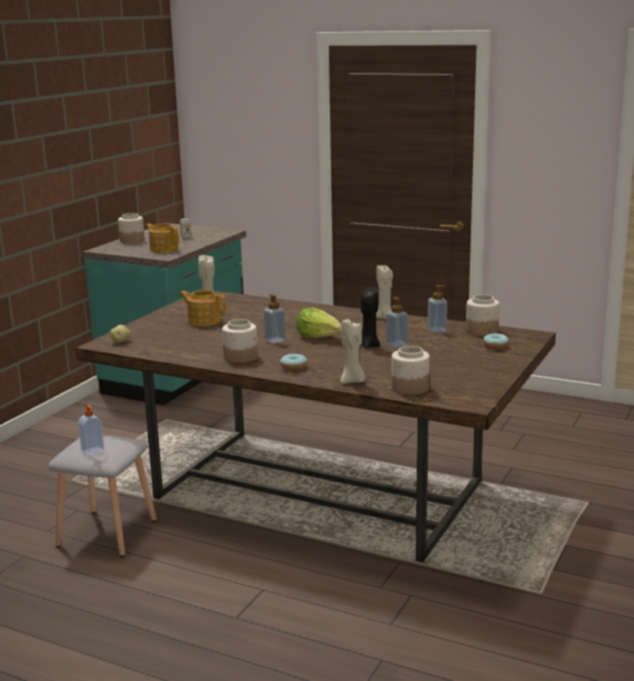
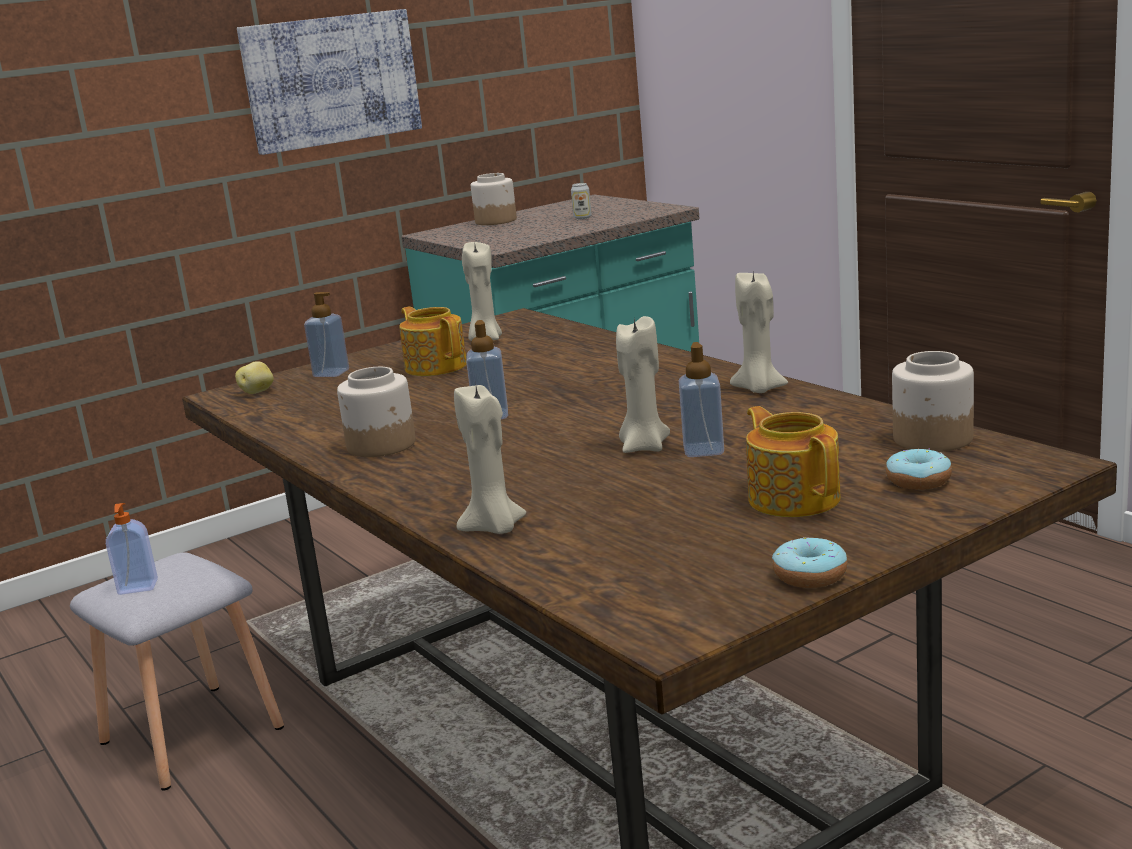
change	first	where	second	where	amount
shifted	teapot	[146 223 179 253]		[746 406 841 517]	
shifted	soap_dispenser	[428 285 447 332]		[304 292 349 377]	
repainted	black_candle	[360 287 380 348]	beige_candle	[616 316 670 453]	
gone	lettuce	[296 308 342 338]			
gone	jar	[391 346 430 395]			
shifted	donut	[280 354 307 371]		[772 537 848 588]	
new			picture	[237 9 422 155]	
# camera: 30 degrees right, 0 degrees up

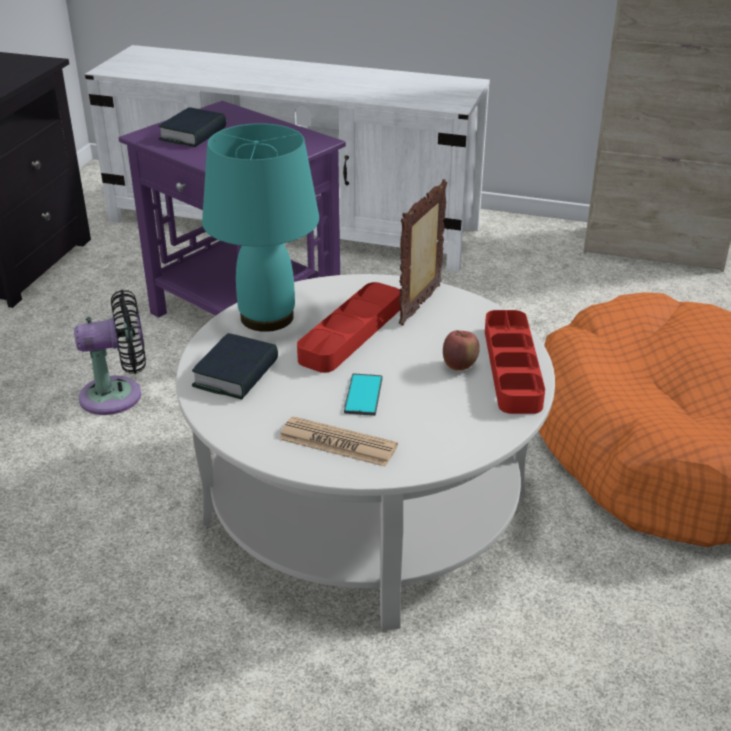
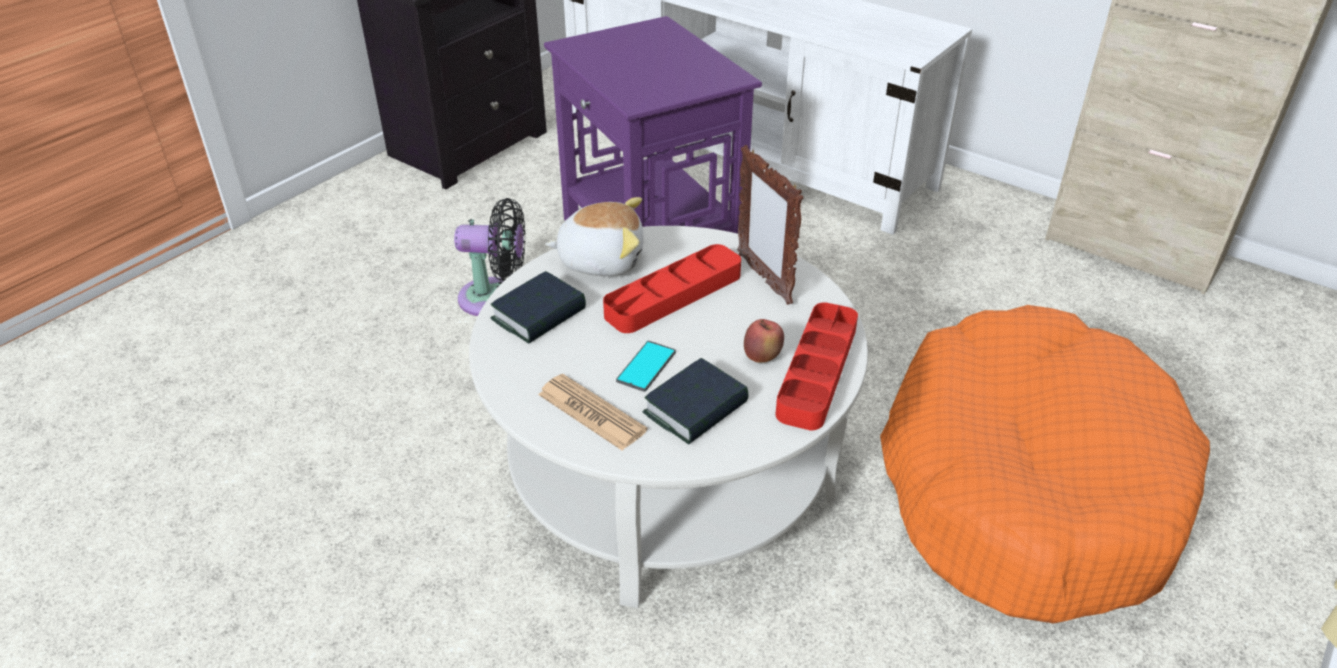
change	first	where	second	where	amount
shifted	book	[159 107 226 147]		[643 358 748 445]	
swapped	turquoise_table_lamp	[202 123 319 332]	plush_toy	[545 197 644 276]	
rotated	picture_frame	[399 179 447 326]		[737 145 804 305]	75 degrees counterclockwise
# camera: 20 degrees right, 5 degrees up

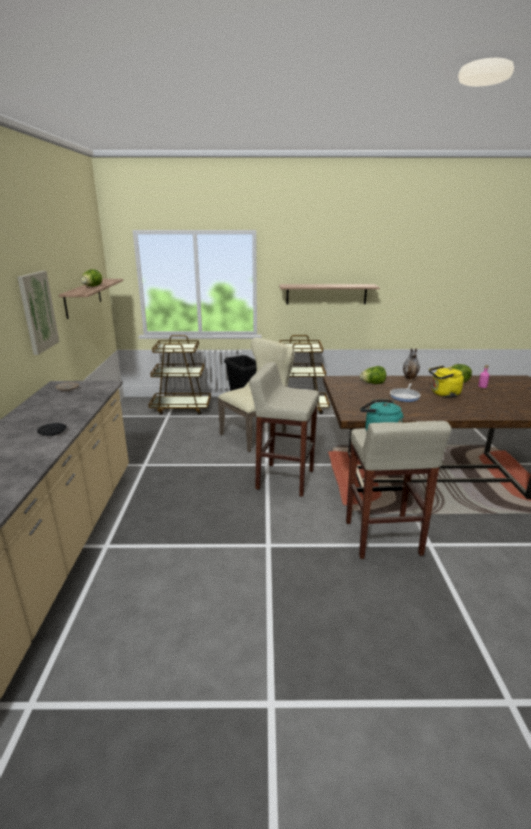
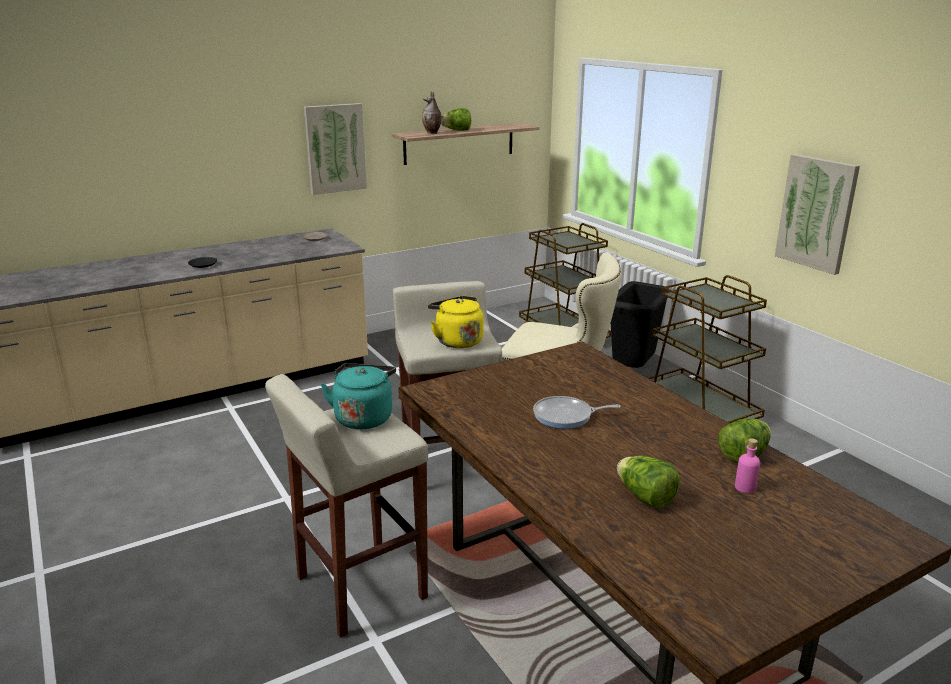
change	first	where	second	where	amount
swapped	shelf	[279 284 380 304]	picture	[775 154 860 275]	
shifted	vase	[403 348 420 380]		[422 91 442 134]	
shifted	yellow_kettle	[429 365 464 397]		[428 296 483 348]	
shifted	lettuce	[360 366 386 384]		[617 456 680 509]	
# camera: 60 degrees right, 0 degrees up

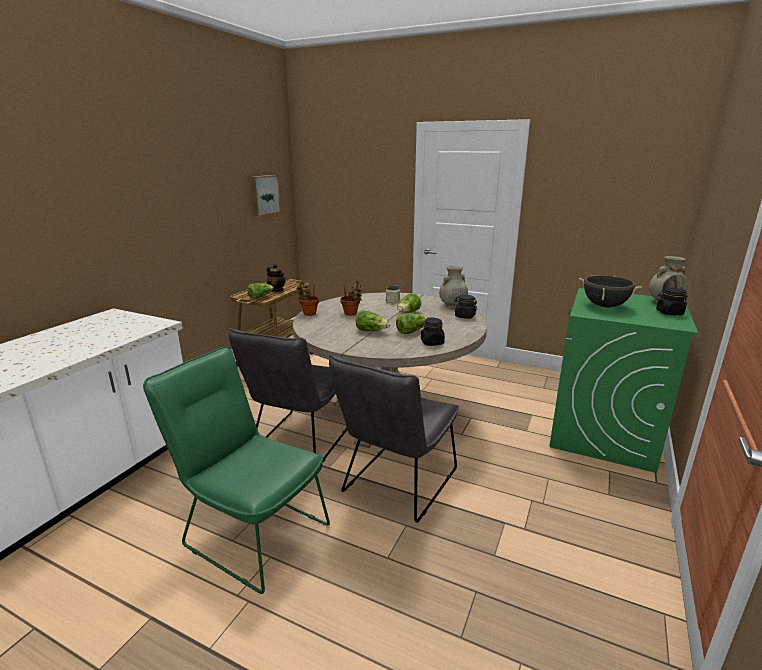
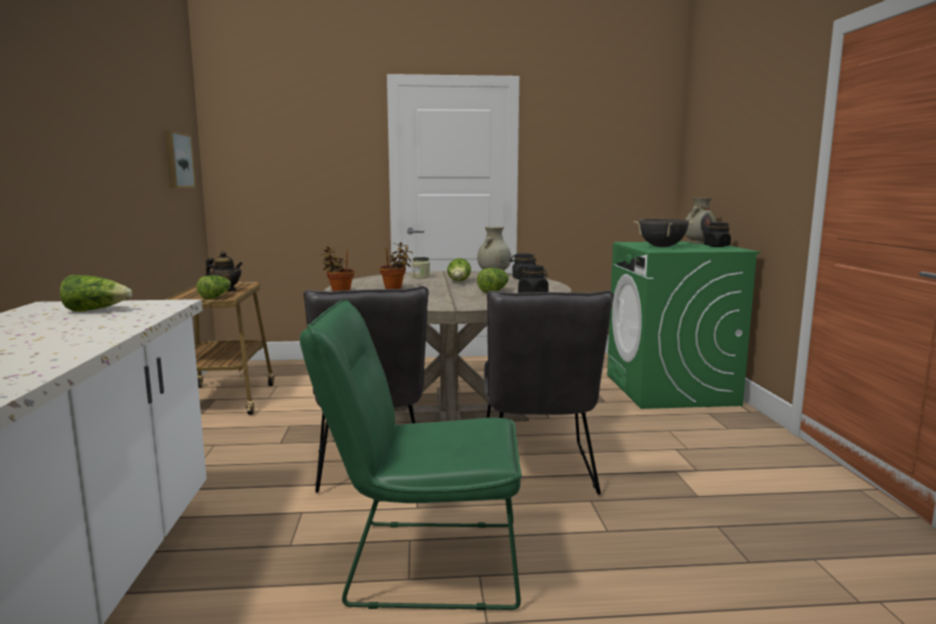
change	first	where	second	where	amount
shifted	lettuce	[356 310 390 331]		[60 275 132 312]	
# camera: 30 degrees left, 10 degrees down

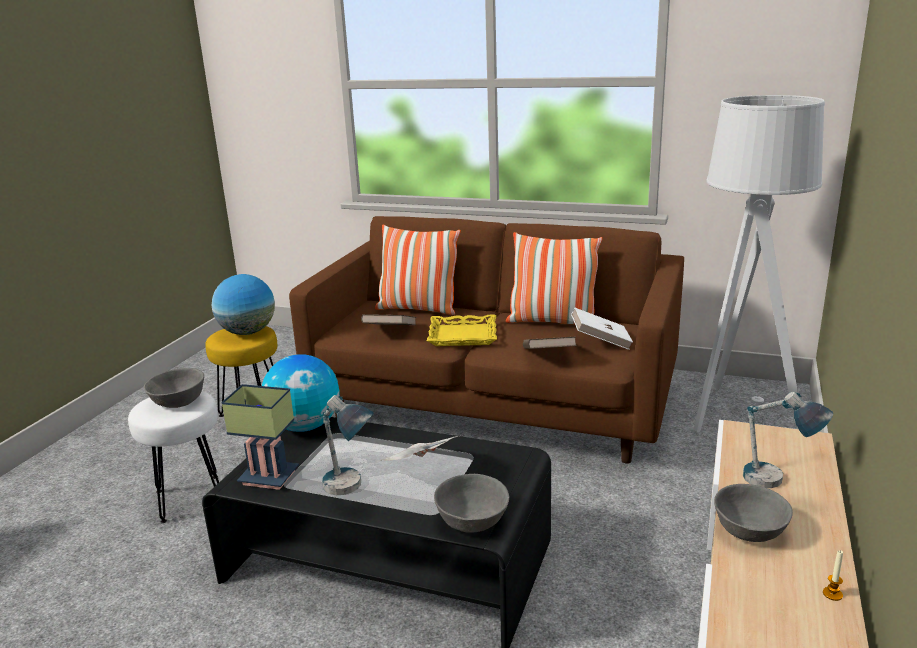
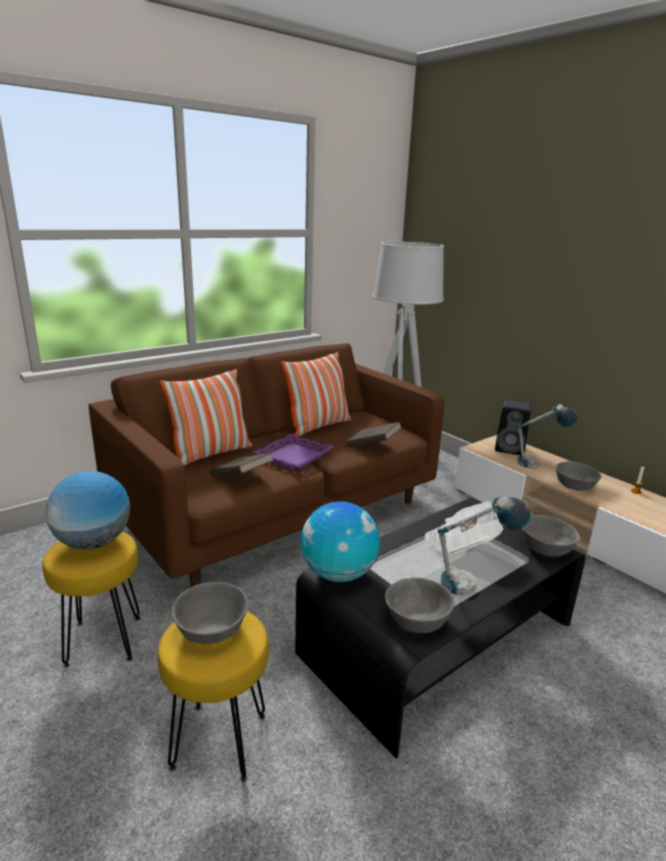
change	first	where	second	where	amount
gone	white_book	[571 308 633 350]			
repainted	yellow_tray	[427 315 497 346]	purple_tray	[253 433 333 471]	
swapped	table_lamp	[221 384 299 490]	grey_bowl	[385 578 455 633]	
repainted	white_stool	[128 391 219 523]	yellow_stool	[158 611 269 782]	
new			black_speaker	[495 400 531 455]	
# camera: 60 degrees left, 0 degrees up

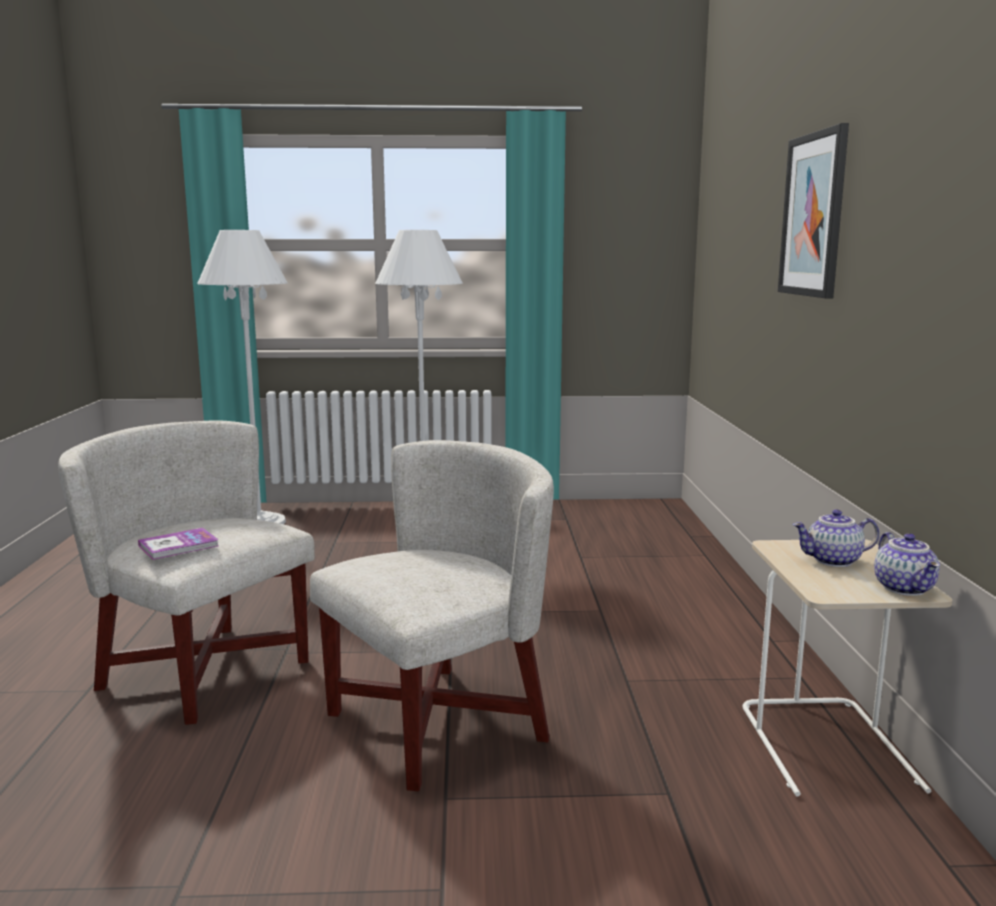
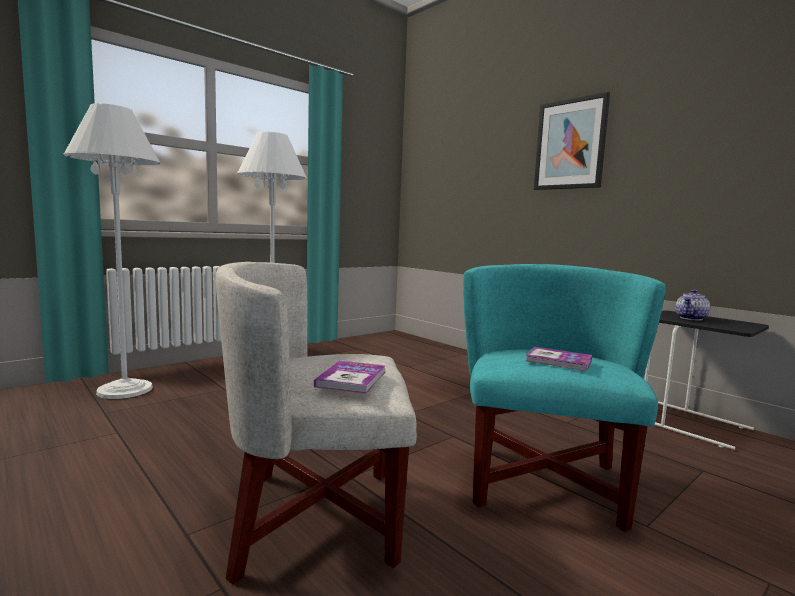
change	first	where	second	where	amount
repainted	white_armchair	[310 440 554 791]	turquoise_armchair	[463 264 666 532]	
gone	teapot	[874 532 940 596]			
repainted	beige_side_table	[742 539 952 797]	black_side_table	[644 311 769 450]	
new			book	[526 347 592 371]	
# camera: 40 degrees left, 5 degrees down

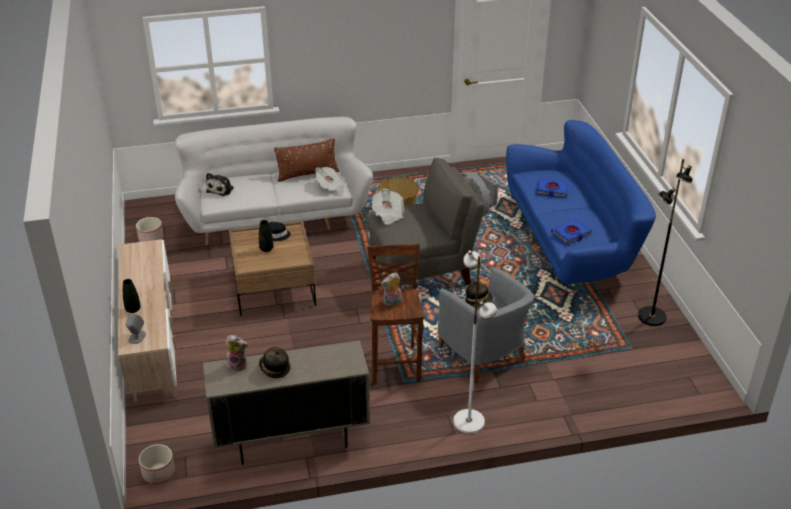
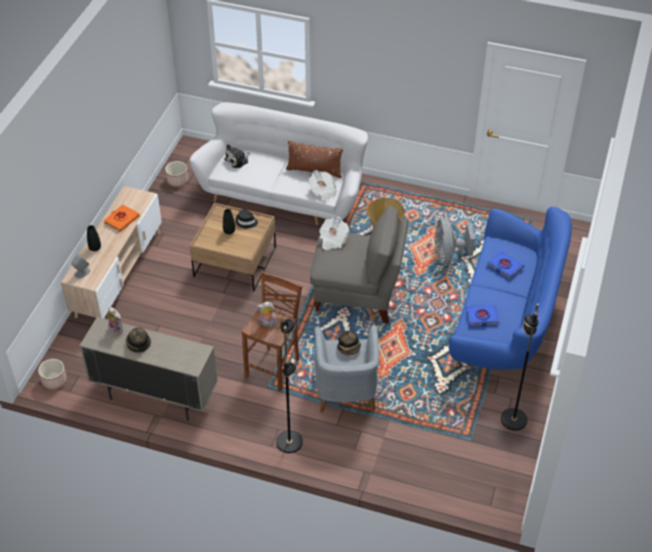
change	first	where	second	where	amount
repainted	white_floor_lamp	[453 250 497 434]	black_floor_lamp	[276 319 303 453]	
new			orange_book	[104 205 140 232]	
# camera: 30 degrees right, 10 degrees up

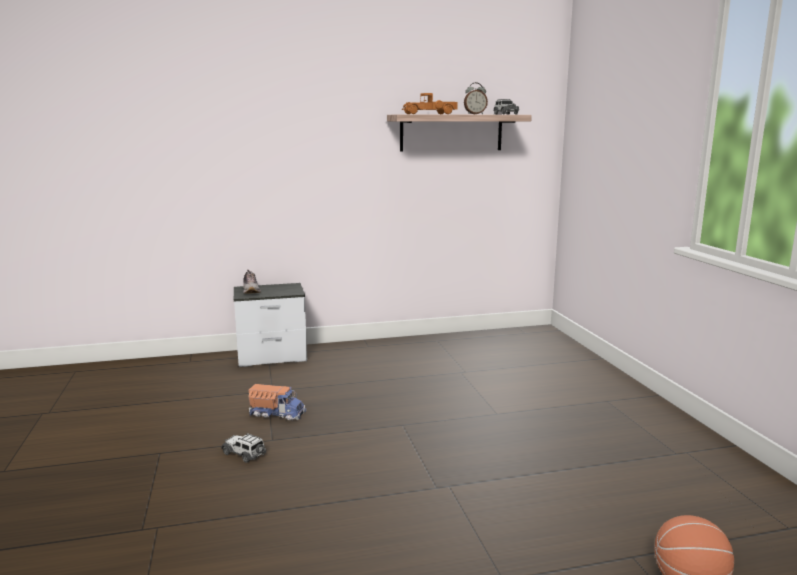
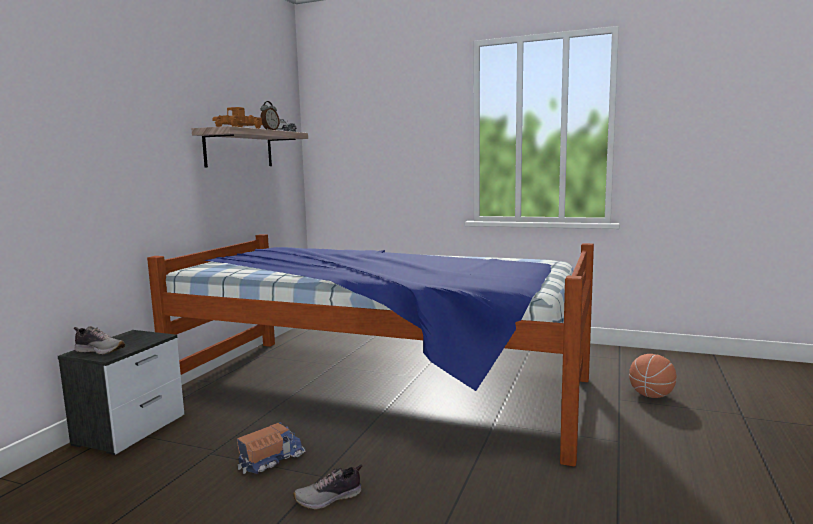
change	first	where	second	where	amount
swapped	toy_car	[221 433 266 463]	shoe	[293 465 362 510]	
new			bed	[147 234 594 467]	
# camera: 55 degrees left, 5 degrees down

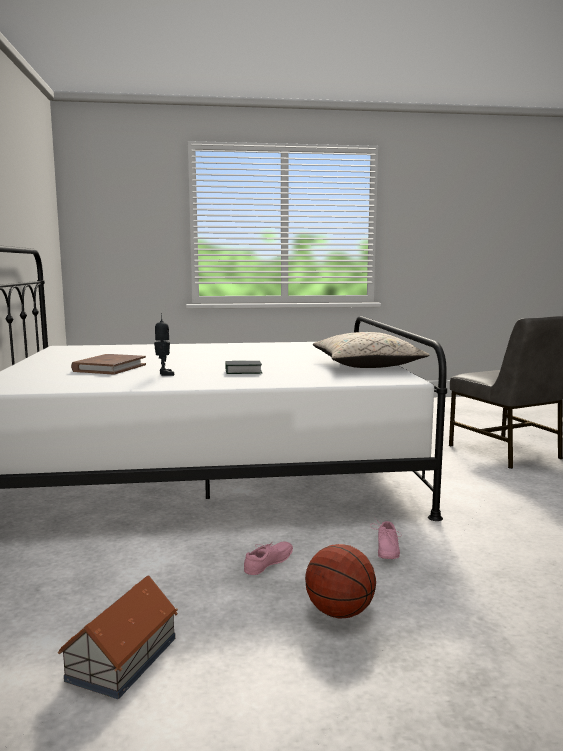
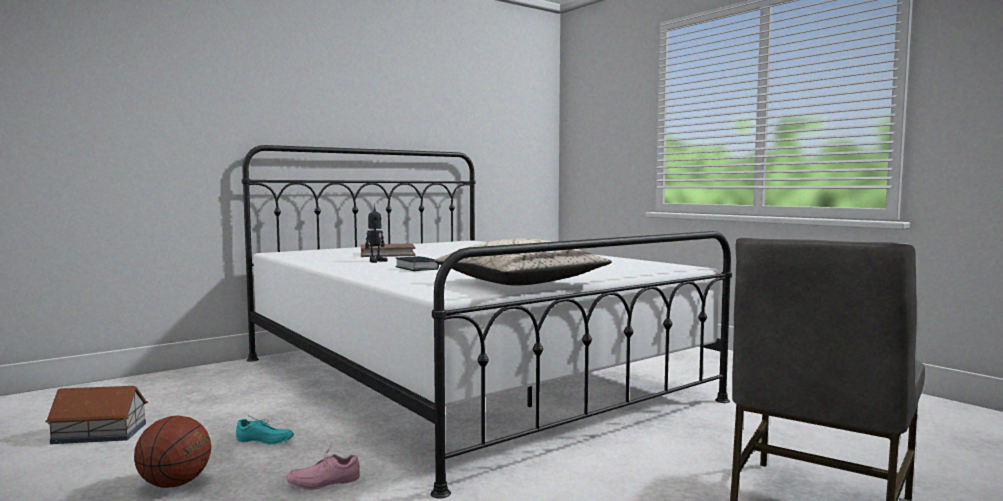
change	first	where	second	where	amount
repainted	pink_shoe	[244 541 293 575]	turquoise_shoe	[236 415 294 445]	
# camera: 60 degrees right, 5 degrees down

